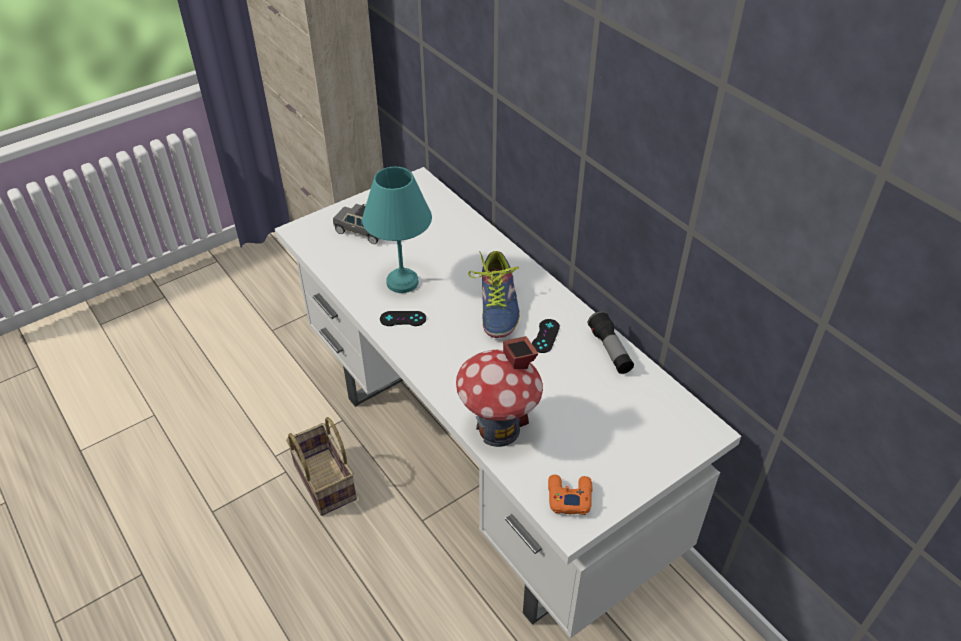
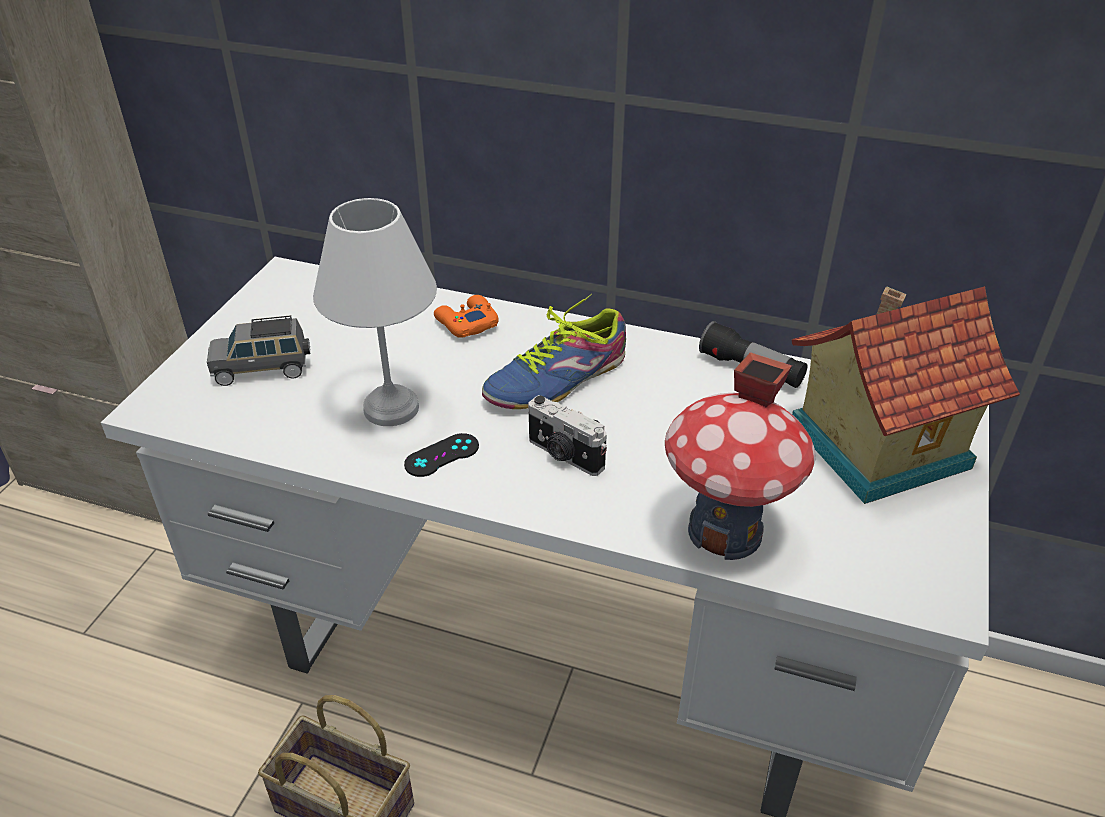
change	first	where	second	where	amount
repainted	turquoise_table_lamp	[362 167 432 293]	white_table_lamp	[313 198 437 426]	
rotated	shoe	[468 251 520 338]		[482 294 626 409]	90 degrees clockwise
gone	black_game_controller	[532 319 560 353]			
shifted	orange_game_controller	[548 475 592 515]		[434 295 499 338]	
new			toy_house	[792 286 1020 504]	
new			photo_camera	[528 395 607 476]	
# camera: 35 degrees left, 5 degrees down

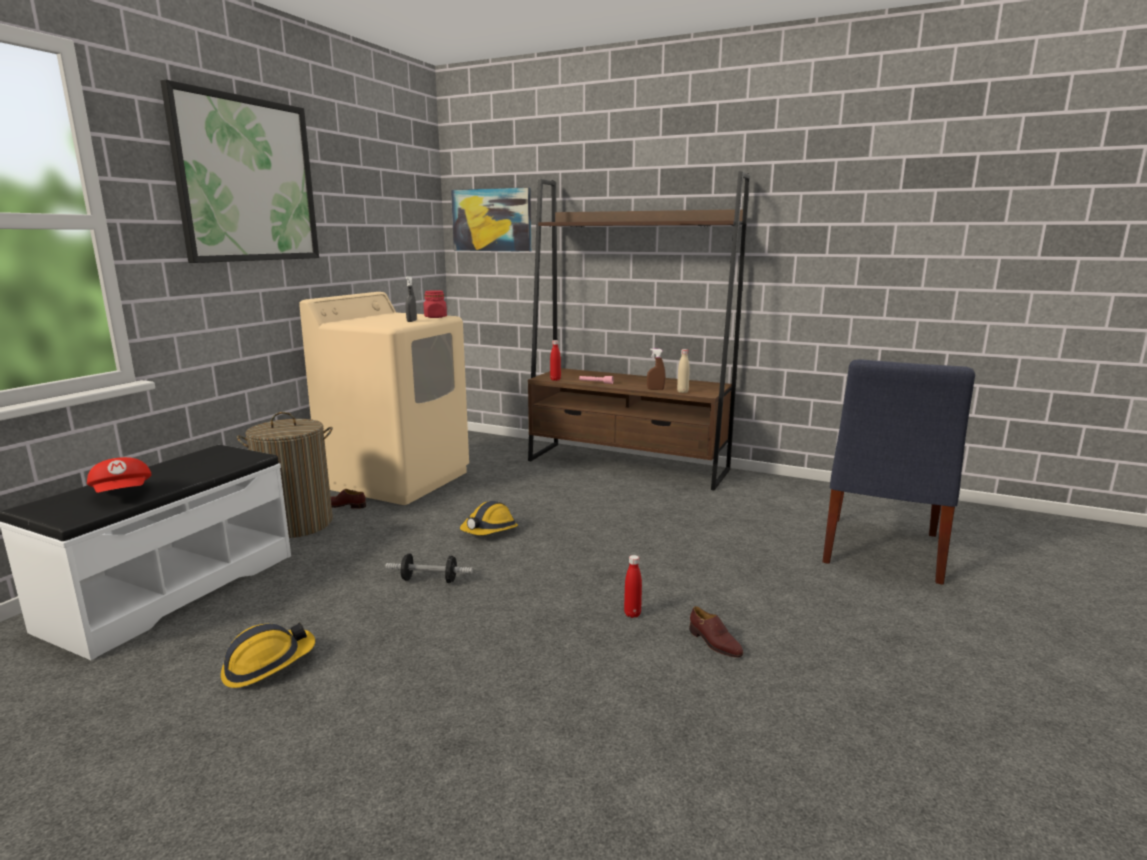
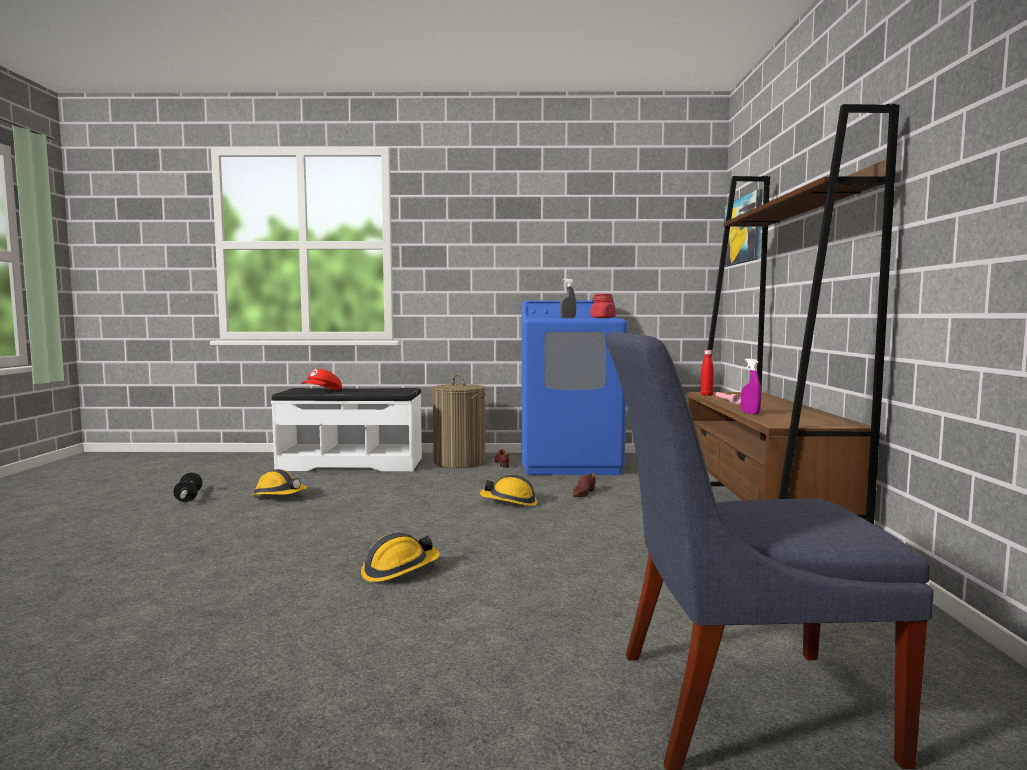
change	first	where	second	where	amount
gone	picture	[160 80 319 263]			
repainted	beige_washing_machine	[299 292 469 505]	blue_washing_machine	[522 301 627 475]	
repainted	brown_spray_bottle	[647 349 666 390]	purple_spray_bottle	[741 359 761 415]	
gone	beige_bottle	[677 349 690 393]			
shifted	dumbbell	[386 553 473 583]		[173 472 203 502]	
swapped	red_bottle	[624 555 642 618]	hard_hat	[361 532 440 582]	
shifted	brown_shoe	[689 606 743 658]		[573 473 596 497]	
# camera: 65 degrees right, 10 degrees down

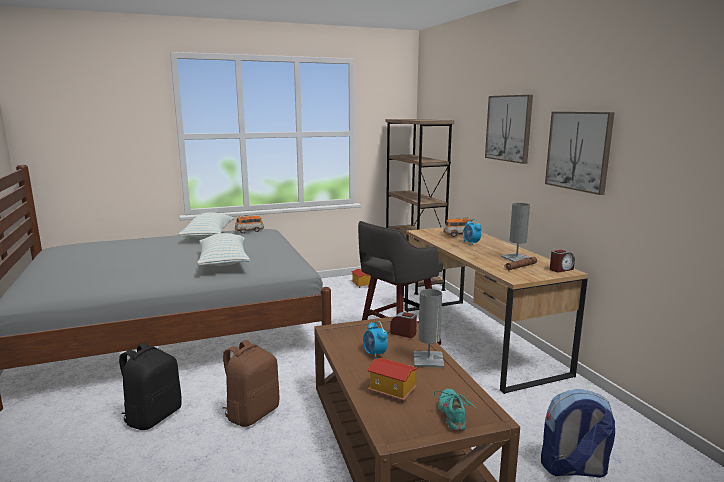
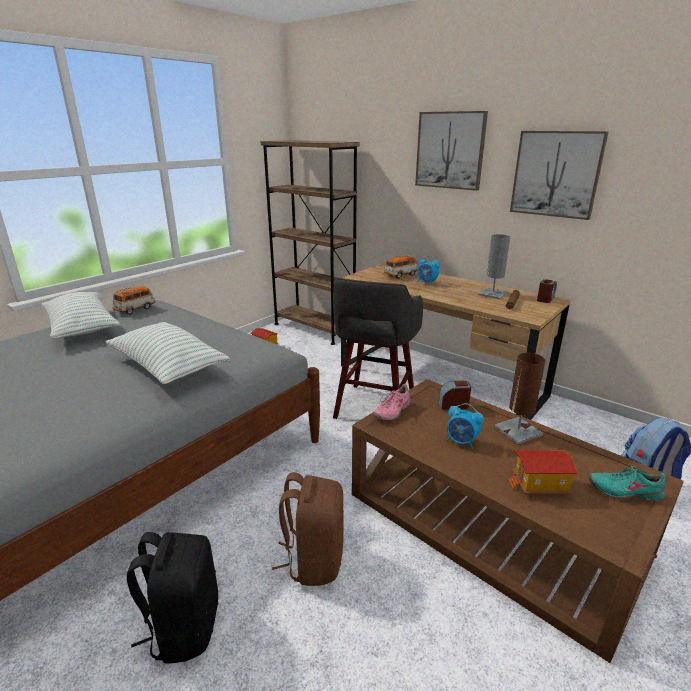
change	first	where	second	where	amount
repainted	grey_table_lamp	[414 289 444 368]	brown_table_lamp	[495 353 546 444]	
rotated	turquoise_shoe	[434 389 477 431]		[589 466 666 501]	45 degrees counterclockwise
new			pink_shoe	[373 384 414 420]	
# camera: 30 degrees left, 10 degrees up

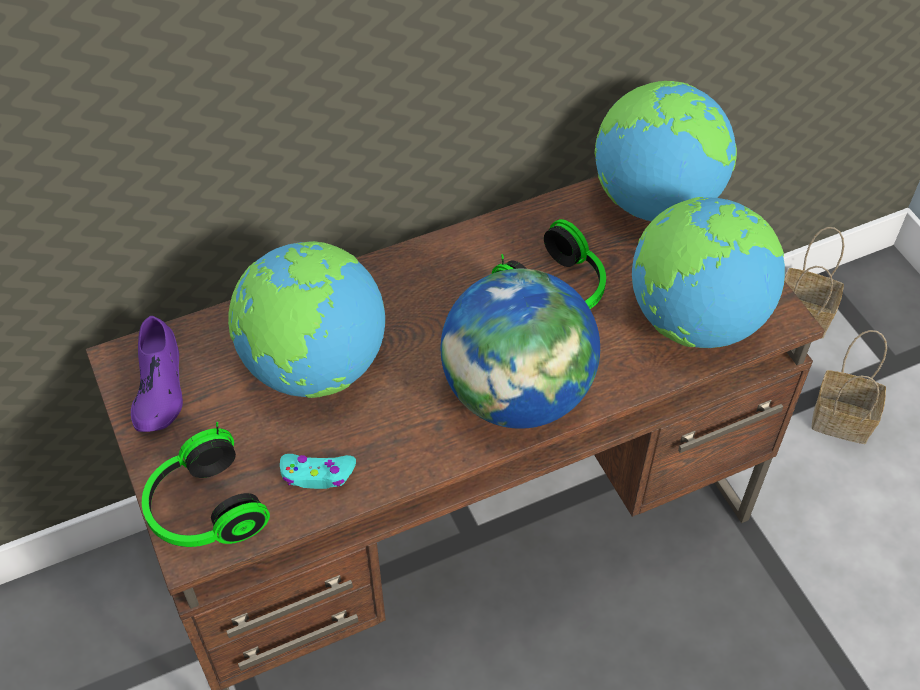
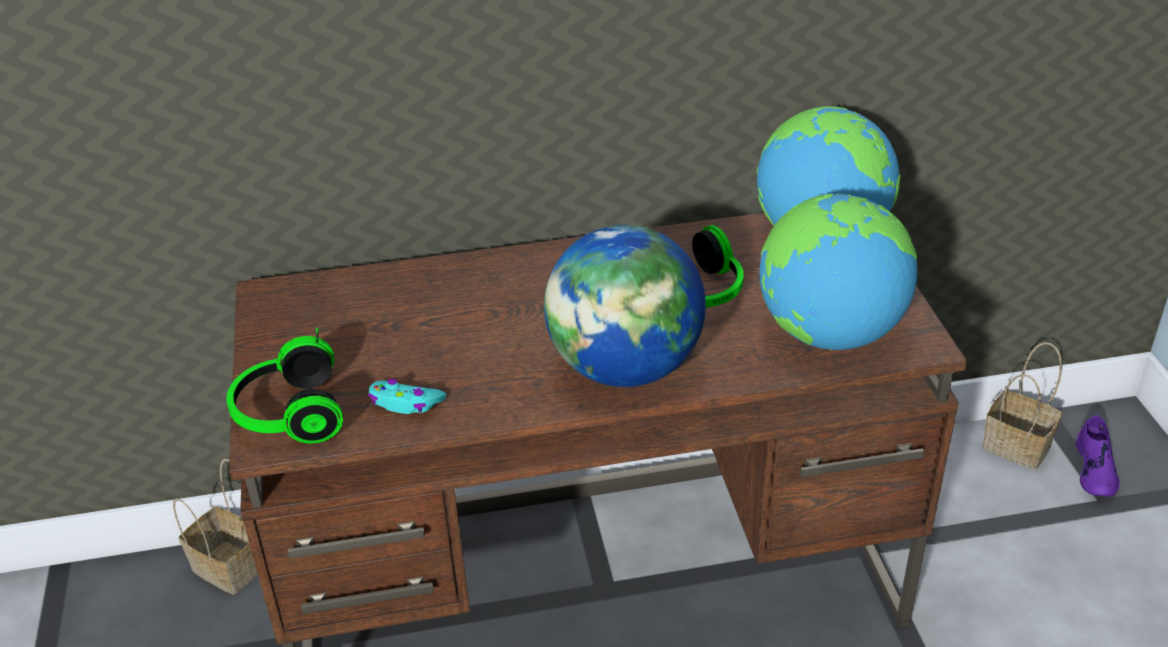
change	first	where	second	where	amount
gone	globe	[228 241 385 398]			
shifted	purple_shoe	[131 316 183 432]		[1076 415 1120 497]	
shifted	basket	[811 330 887 444]		[173 459 258 595]	
# camera: 15 degrees right, 15 degrees down

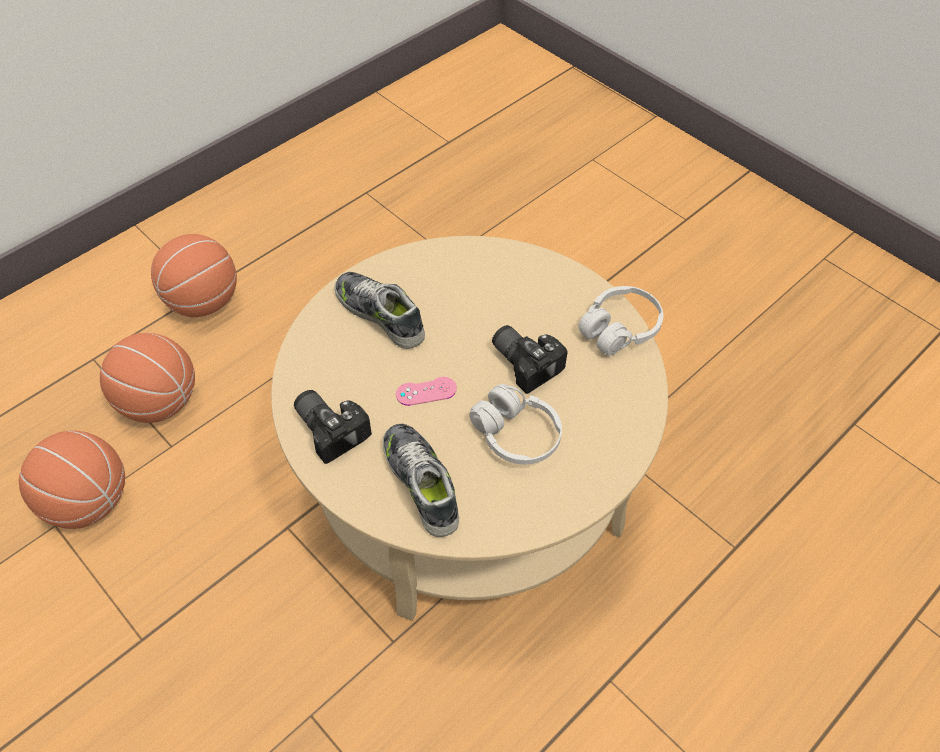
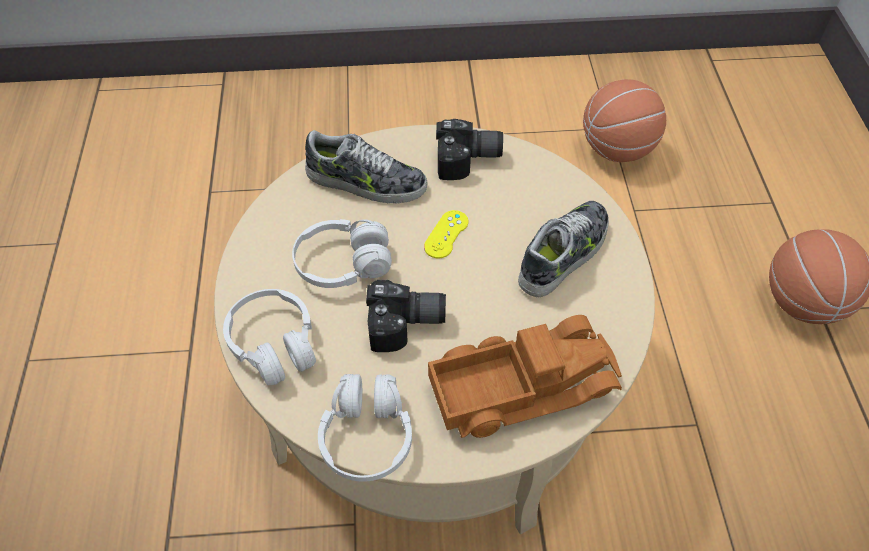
change	first	where	second	where	amount
rotated	shoe	[335 272 425 349]		[518 201 609 297]	45 degrees counterclockwise
gone	basketball	[100 333 195 423]			
repainted	pink_game_controller	[396 377 457 406]	yellow_game_controller	[424 210 468 258]	
new			white_headphones	[223 289 316 385]	
new			toy_truck	[428 315 622 438]	
# camera: 130 degrees right, 0 degrees up

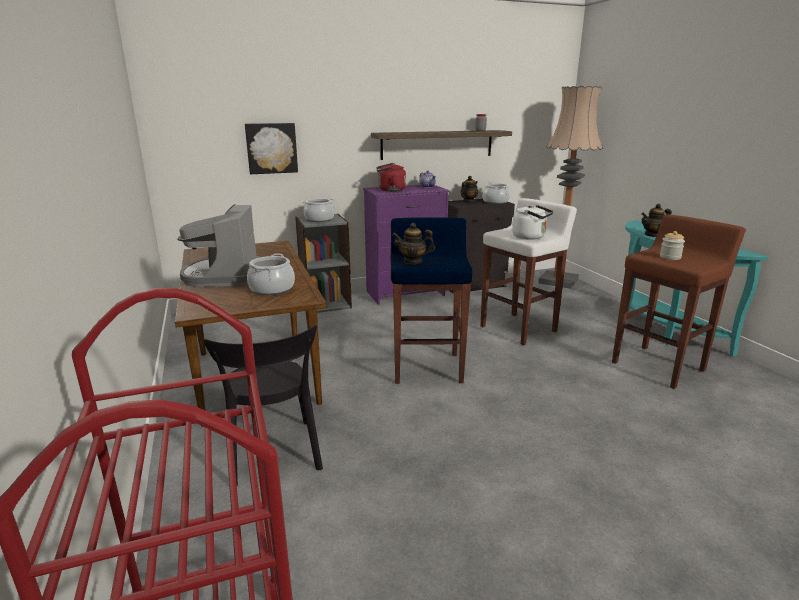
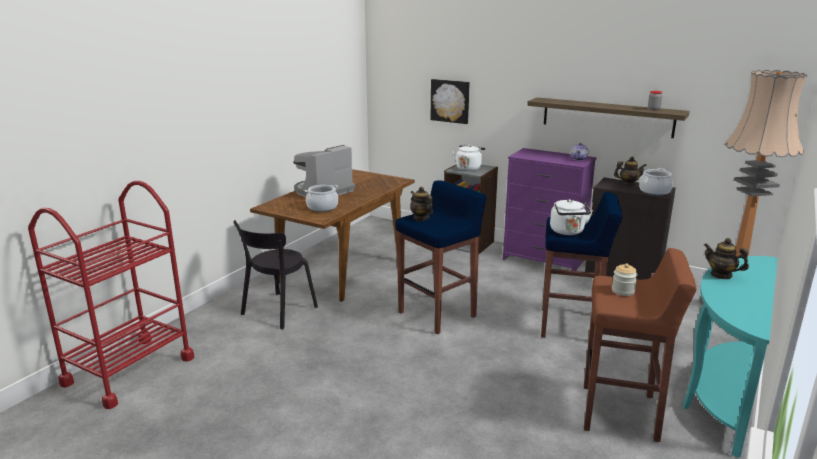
change	first	where	second	where	amount
gone	red_kettle	[376 163 406 192]			
repainted	white_stool	[480 198 577 345]	blue_stool	[541 192 622 338]	
swapped	cooking_pot	[302 199 335 222]	white_kettle	[452 145 485 171]	
# camera: 50 degrees right, 0 degrees up

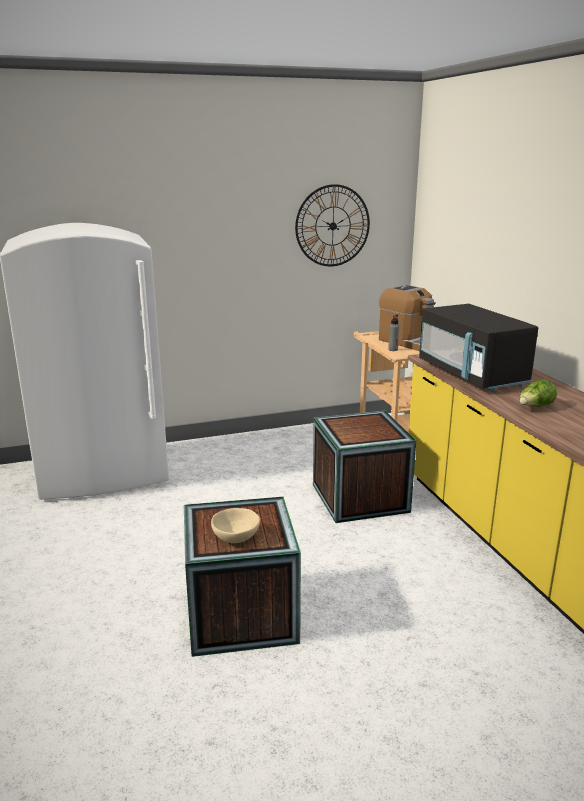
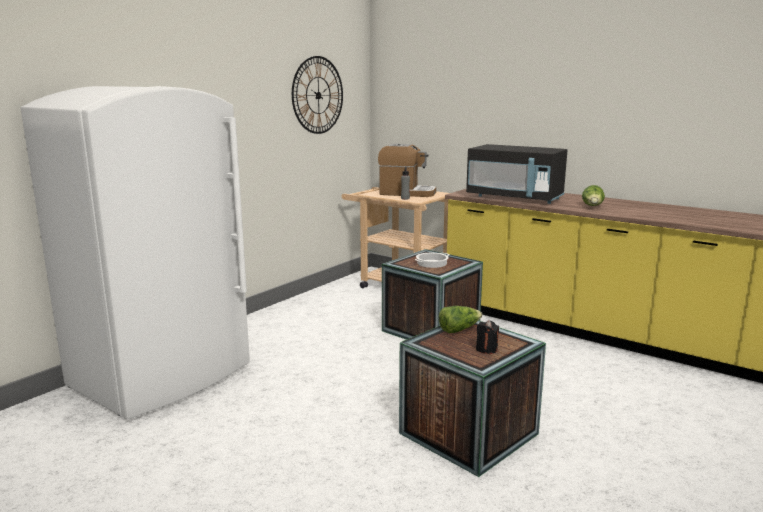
change	first	where	second	where	amount
swapped	beige_bowl	[211 508 260 543]	black_candle	[476 320 499 354]	
new			cooking_pot	[415 253 449 268]	
new			lettuce	[439 306 482 333]	
# camera: 35 degrees left, 5 degrees down

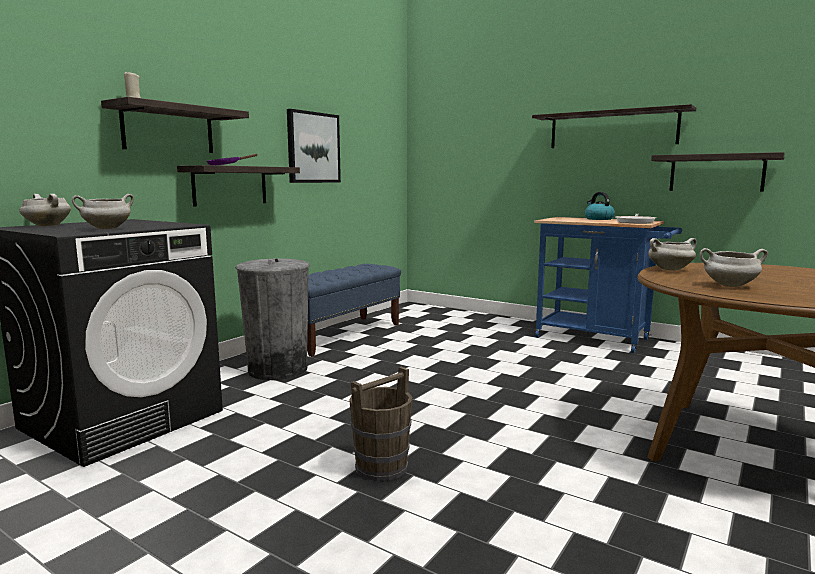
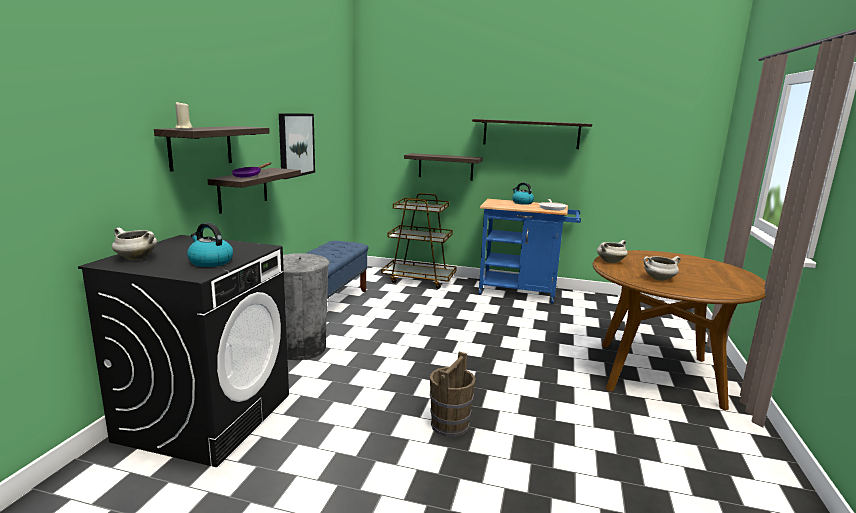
change	first	where	second	where	amount
shifted	shelf	[651 152 785 192]		[404 153 483 181]	
swapped	white_cooking_pot	[72 194 134 229]	kettle	[187 222 233 267]	
new			brown_cart	[381 193 457 289]	
# camera: 20 degrees left, 5 degrees up

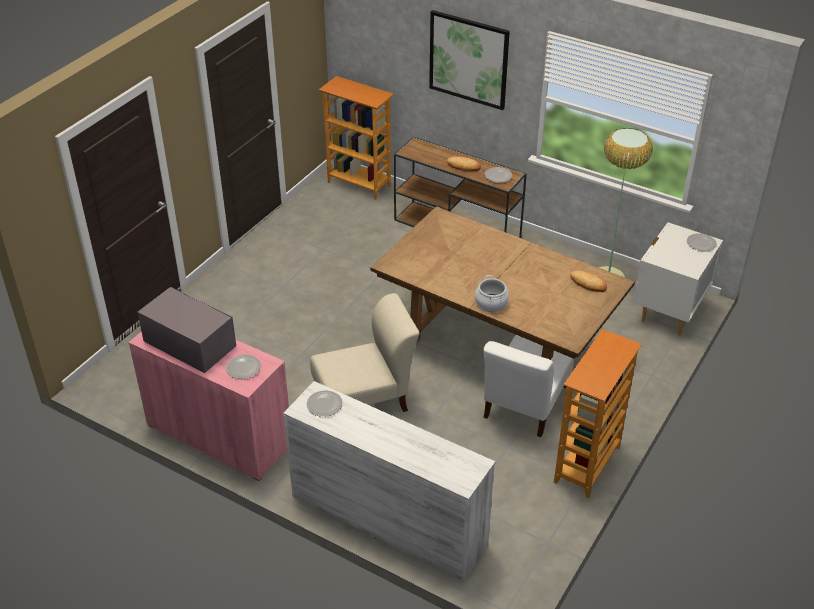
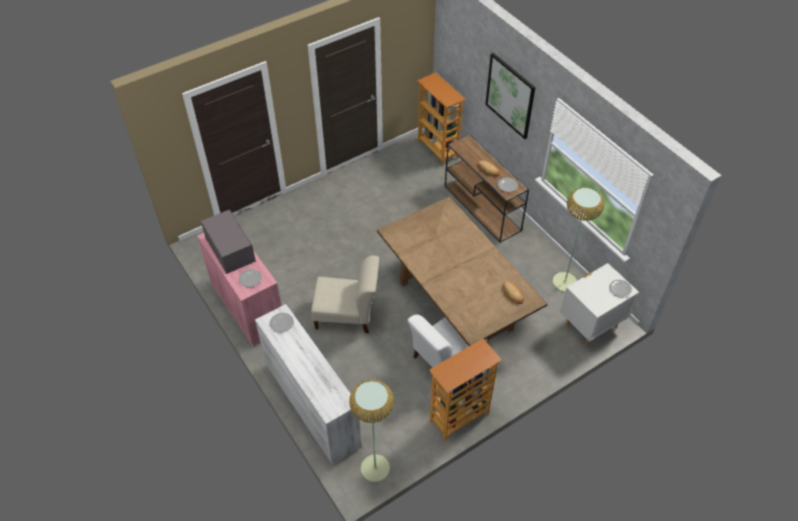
change	first	where	second	where	amount
gone	cooking_pot	[475 275 509 312]			
new			floor_lamp	[349 379 394 482]	
# camera: 25 degrees right, 10 degrees up

